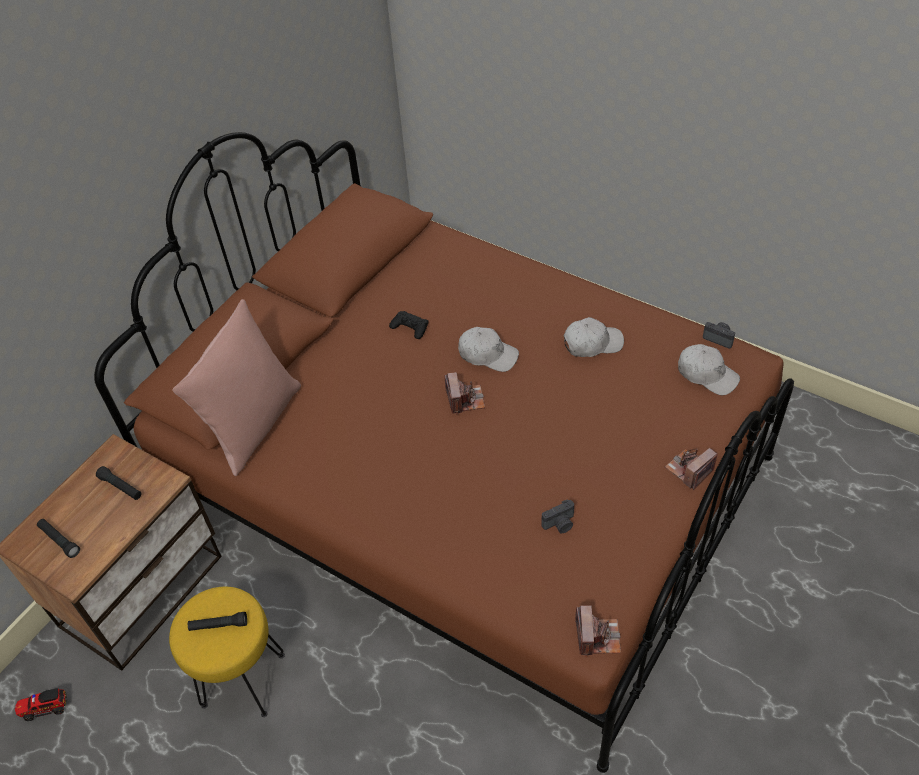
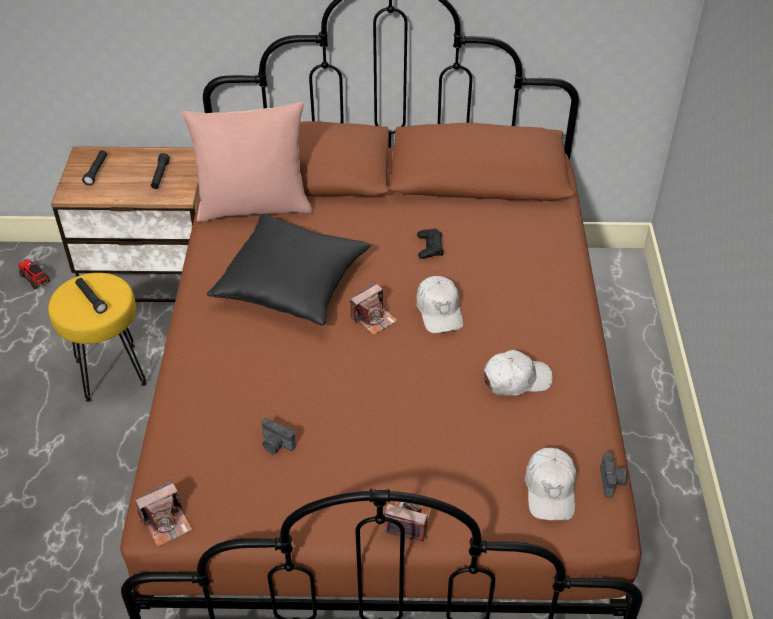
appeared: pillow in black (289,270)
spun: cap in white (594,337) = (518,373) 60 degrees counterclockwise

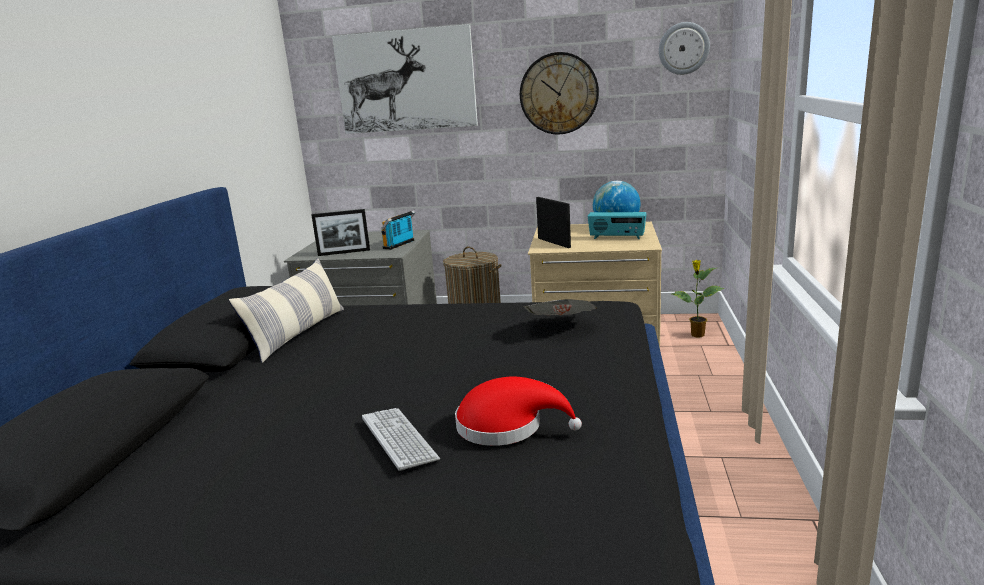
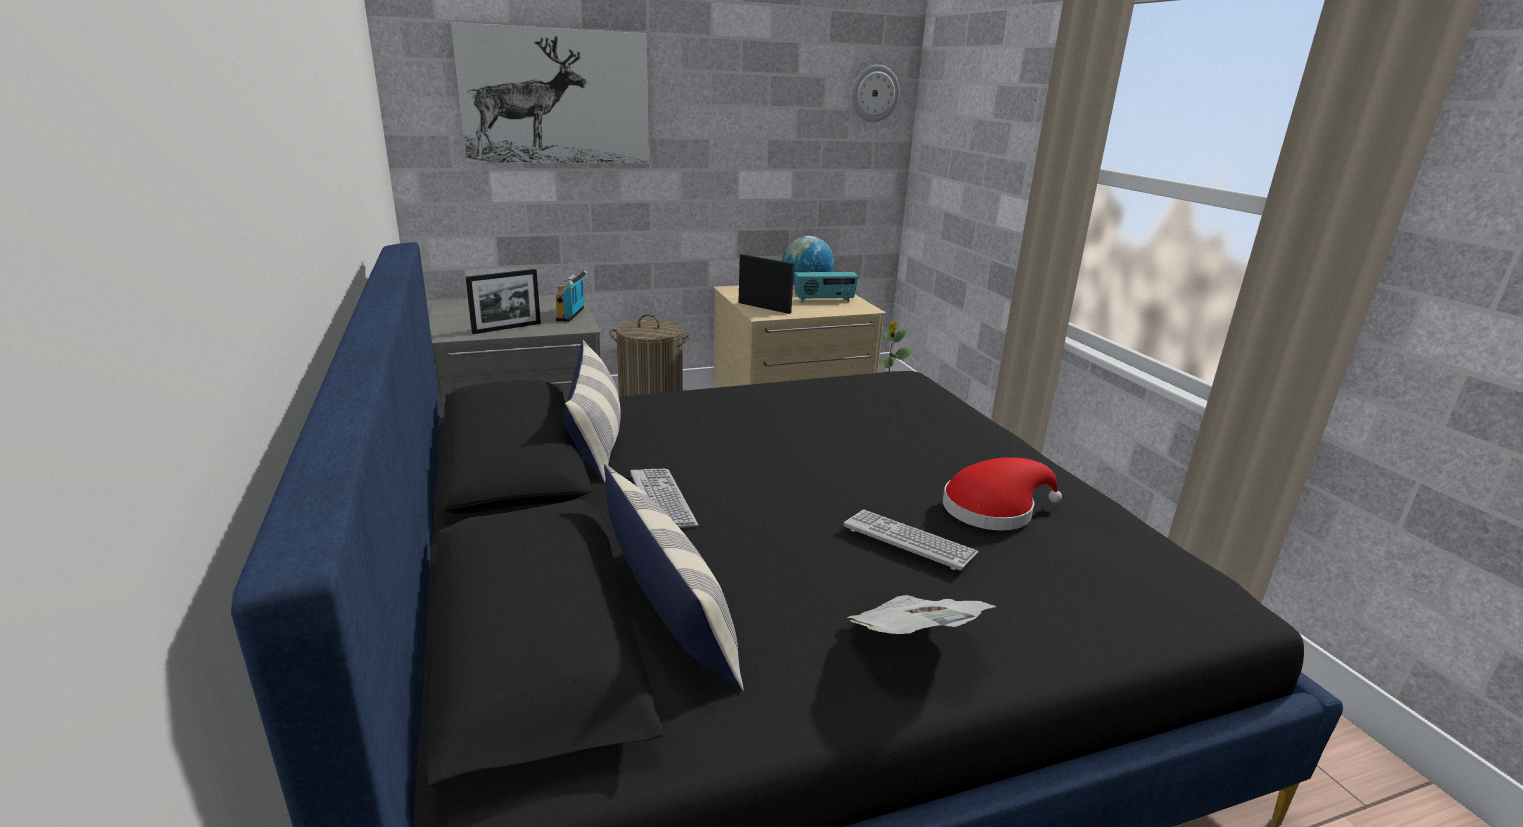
missing: wall clock (559,93)
appeared: pillow (673,578); keyboard (664,498)
relocated: newspaper (560,307) to (921,614)

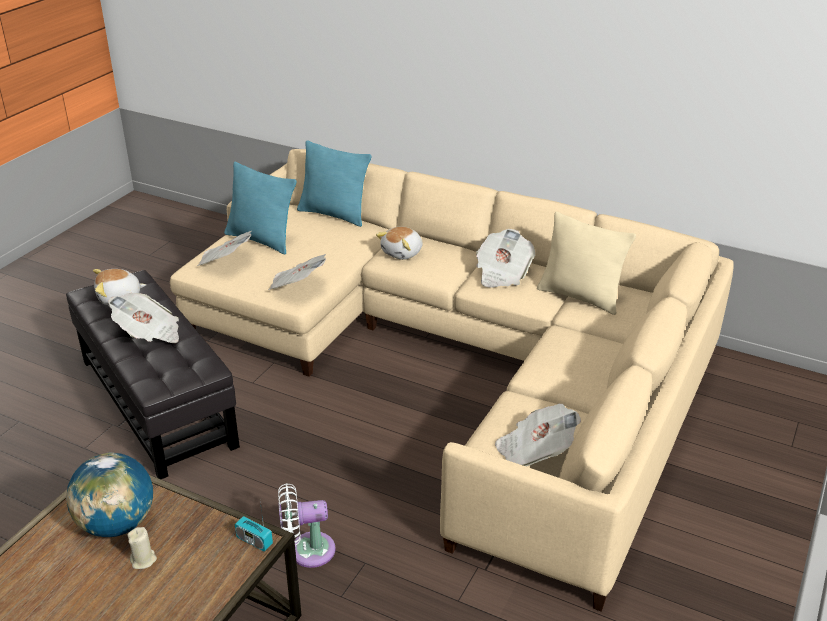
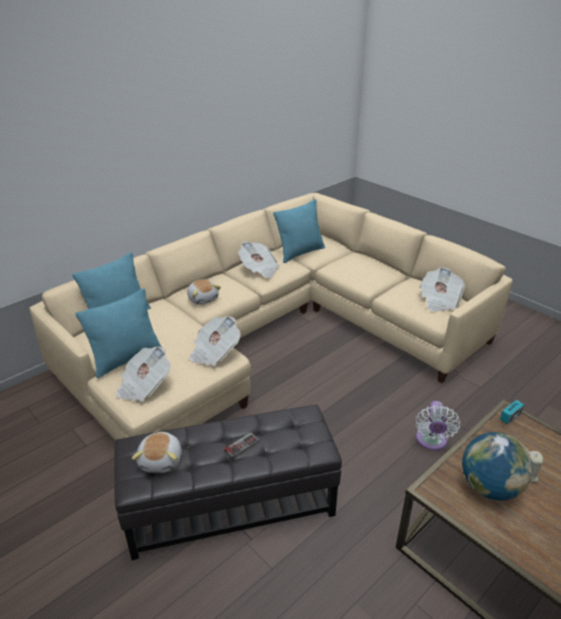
exchanged: newspaper (143,318) to game controller (241,446)
colour: pillow in beige (586,263) to pillow in turquoise (299,231)

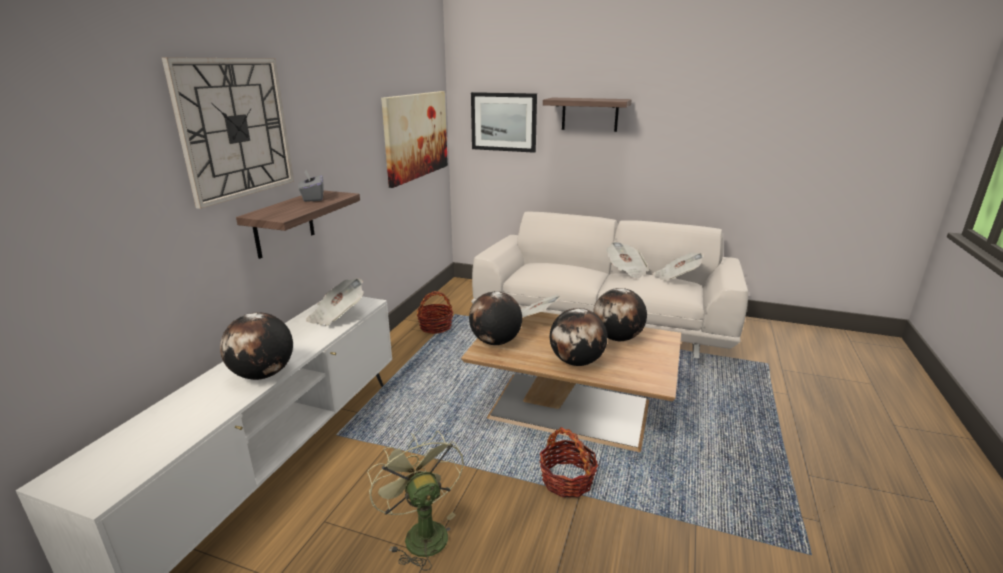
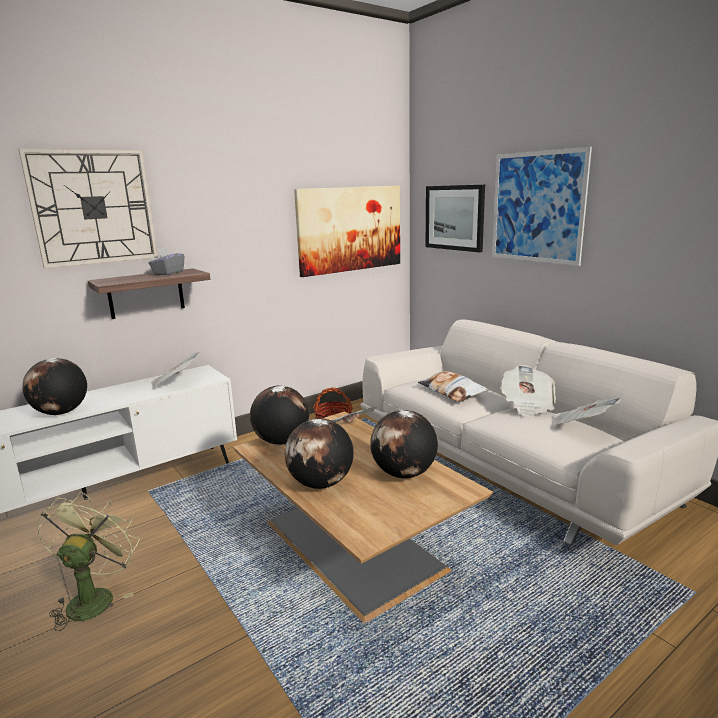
missing: basket (569,462)
appeared: pillow (453,386)
exchanged: shelf (587,115) to picture (542,206)

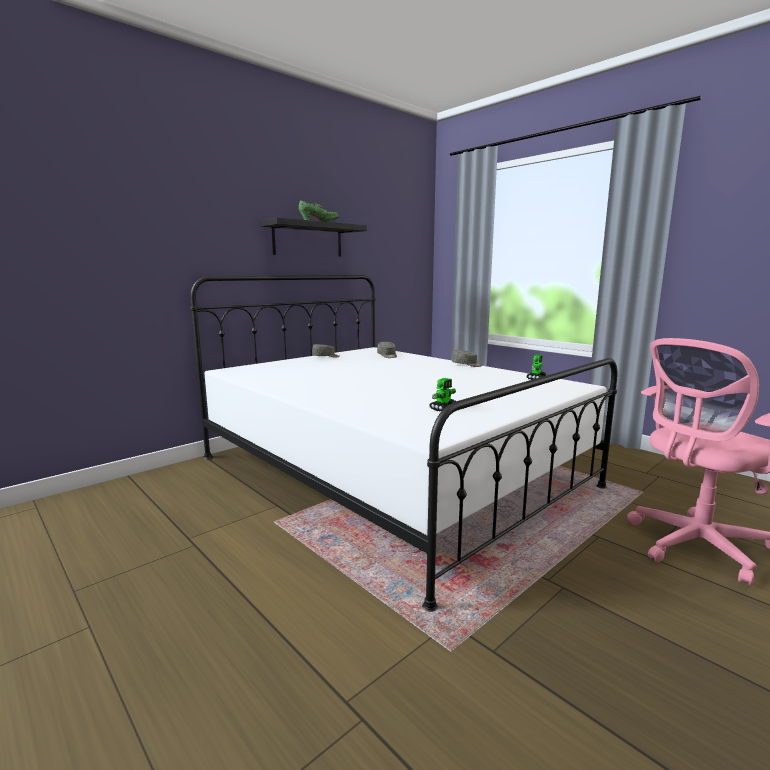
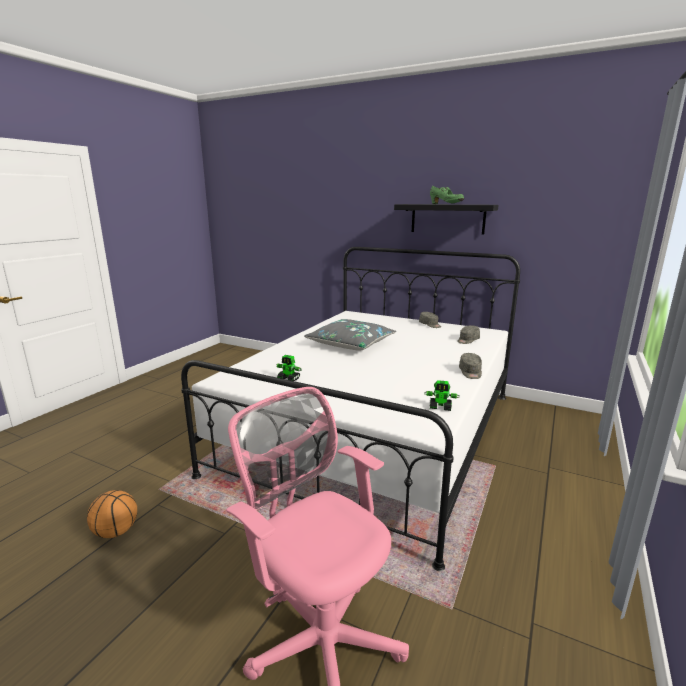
appeared: basketball (112,514); pillow in grey (350,335)

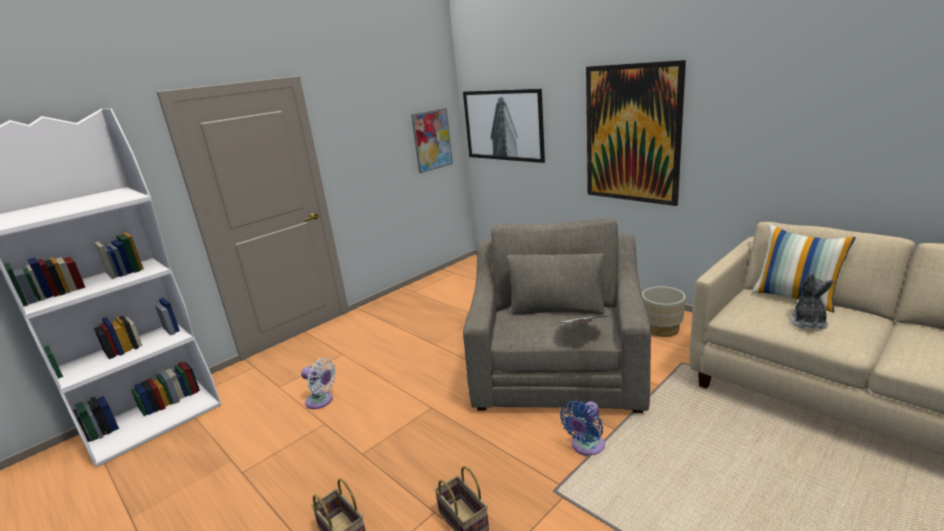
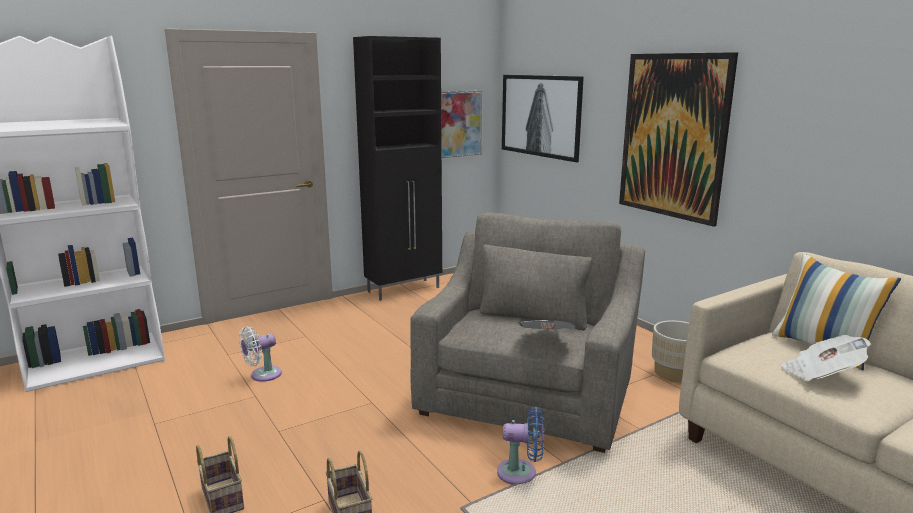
appeared: cabinet in black (397,168)
exchanged: plush toy (811,300) to newspaper (826,358)
spun: fan in white (318,383) = (260,354) 105 degrees clockwise; fan in blue (582,428) = (520,446) 135 degrees counterclockwise

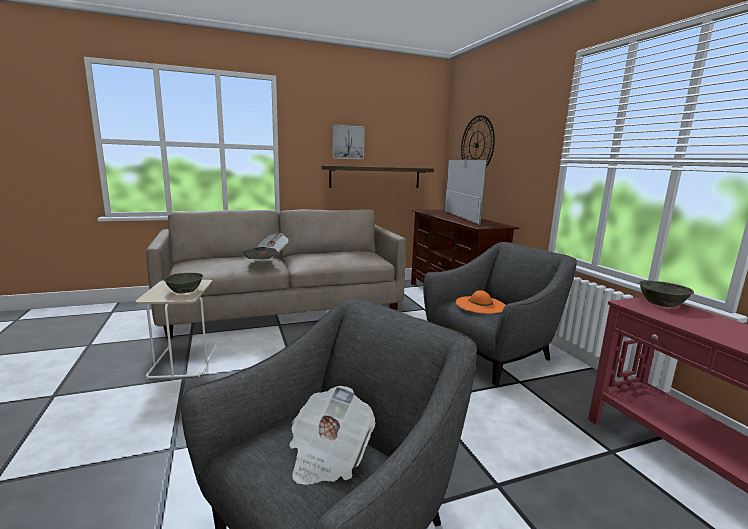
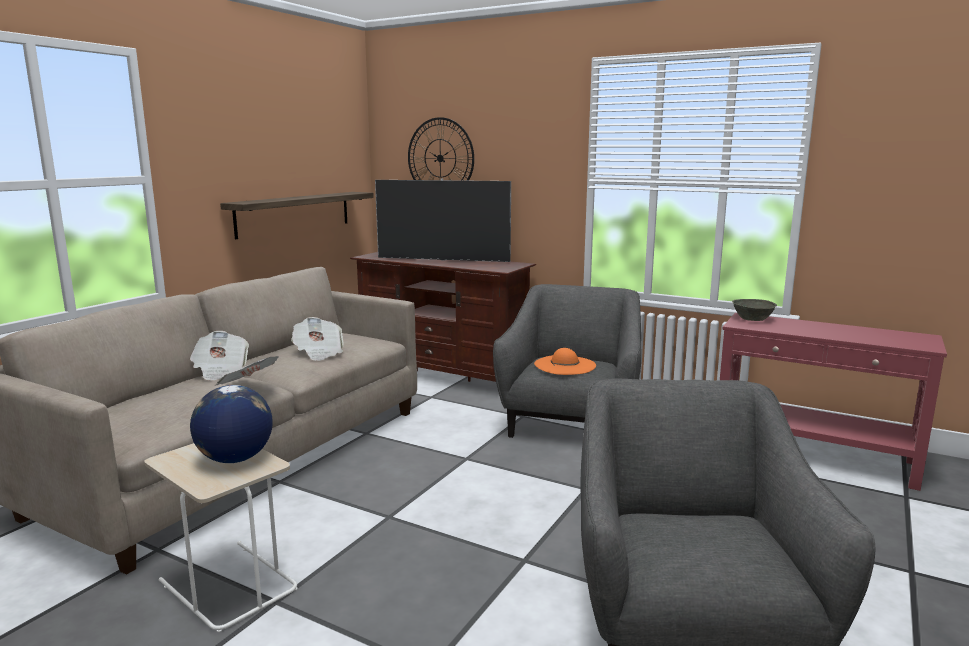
missing: picture (349,142)
relocated: newspaper (332,435) to (317,339)
exchanged: bowl in grey (183,283) to globe (231,424)
spun: television (465,191) = (443,220) 150 degrees clockwise

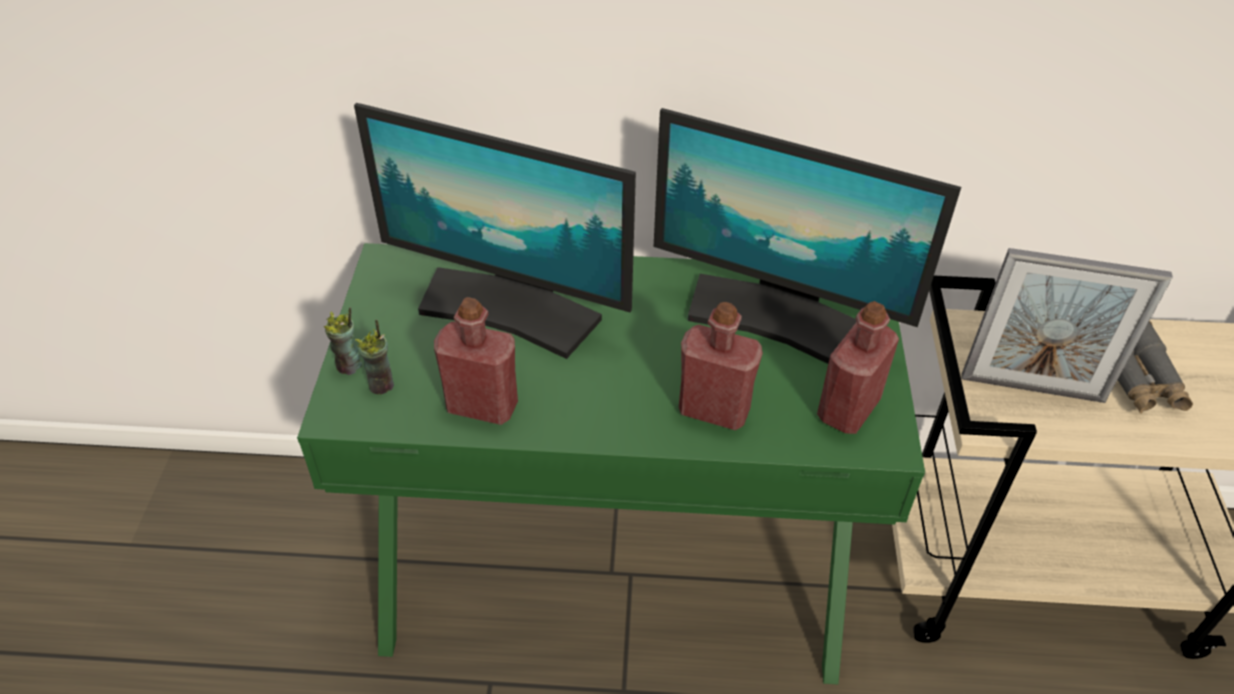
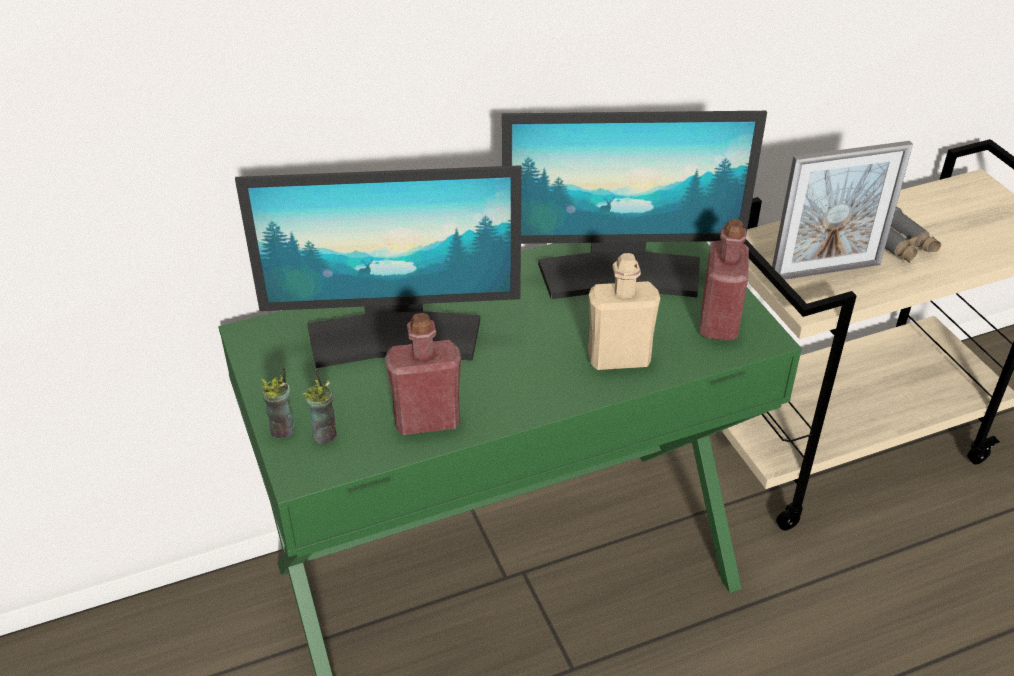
colour: bottle in red (721,366) to bottle in beige (624,311)

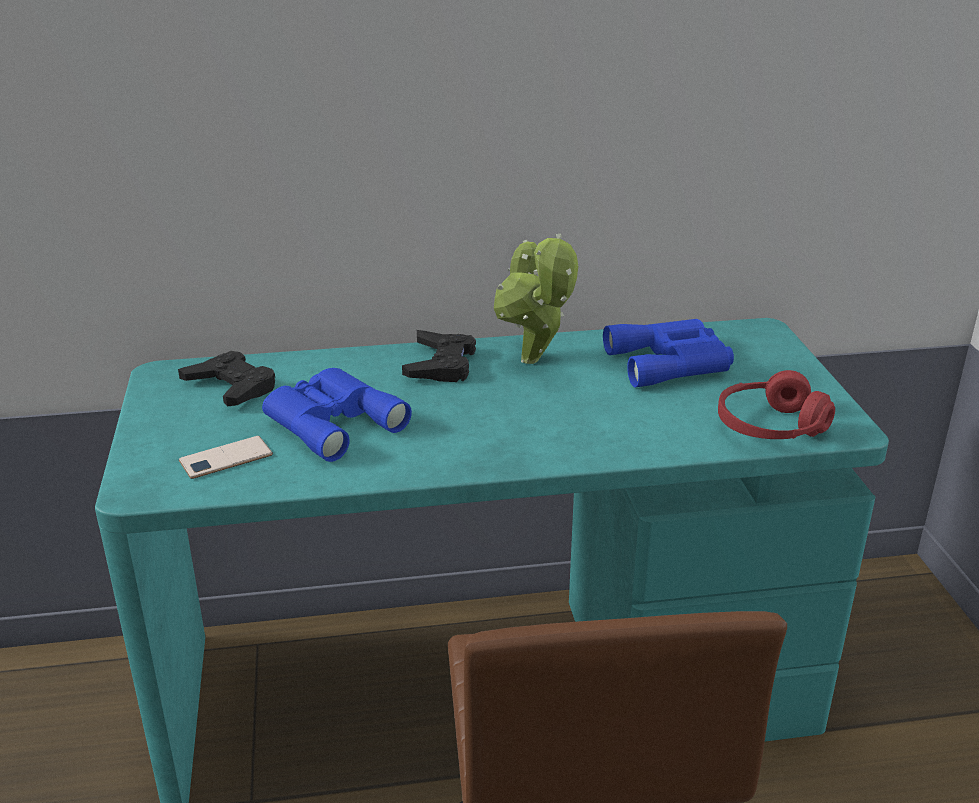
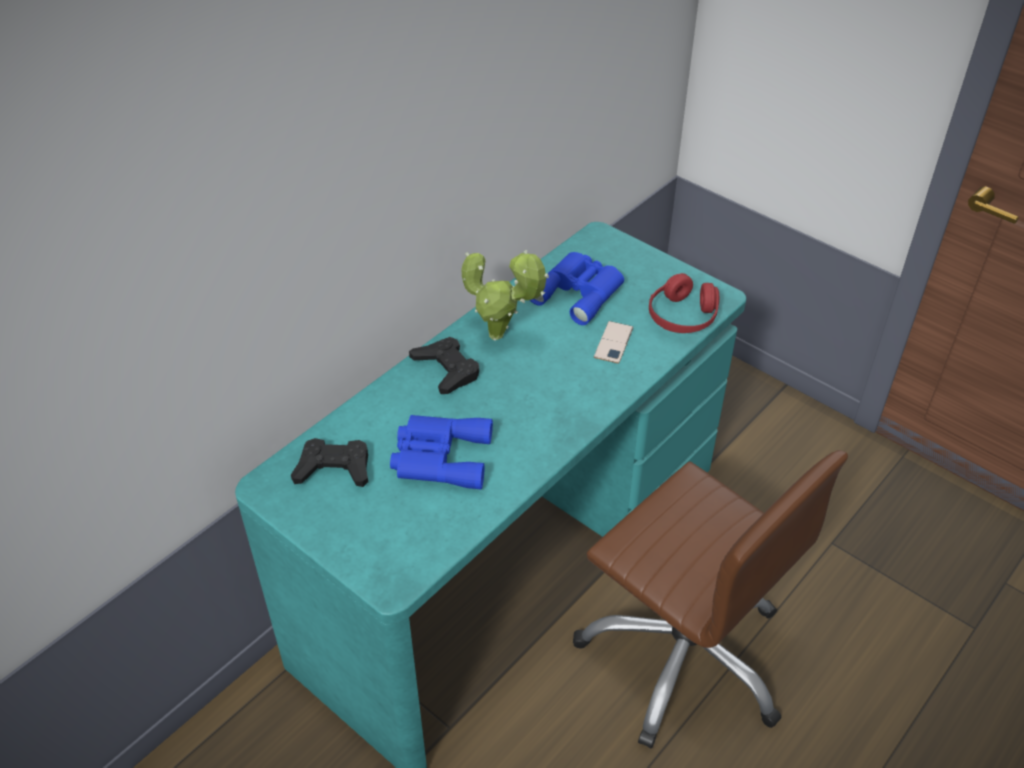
relocated: phone (226,457) to (613,342)

